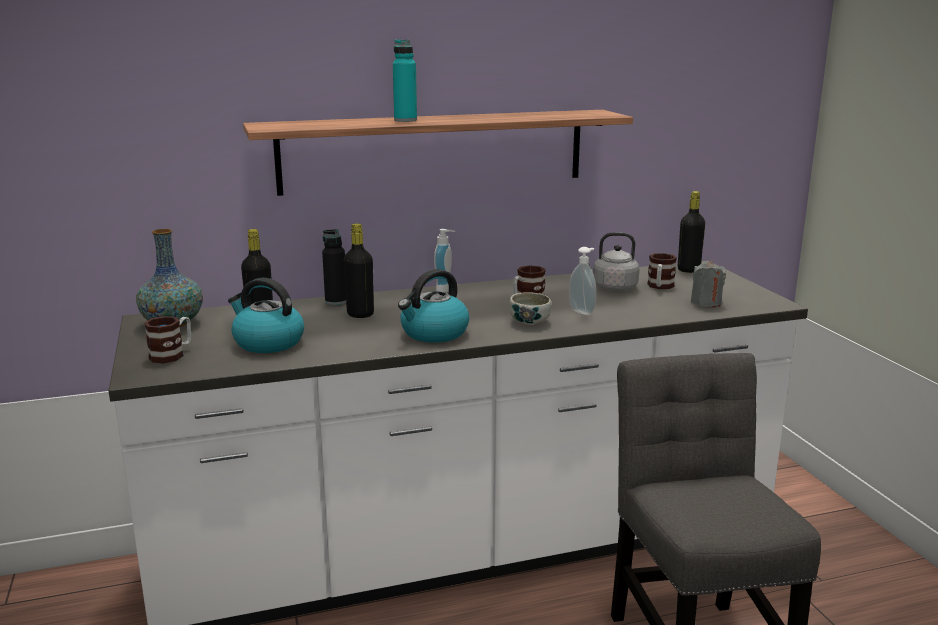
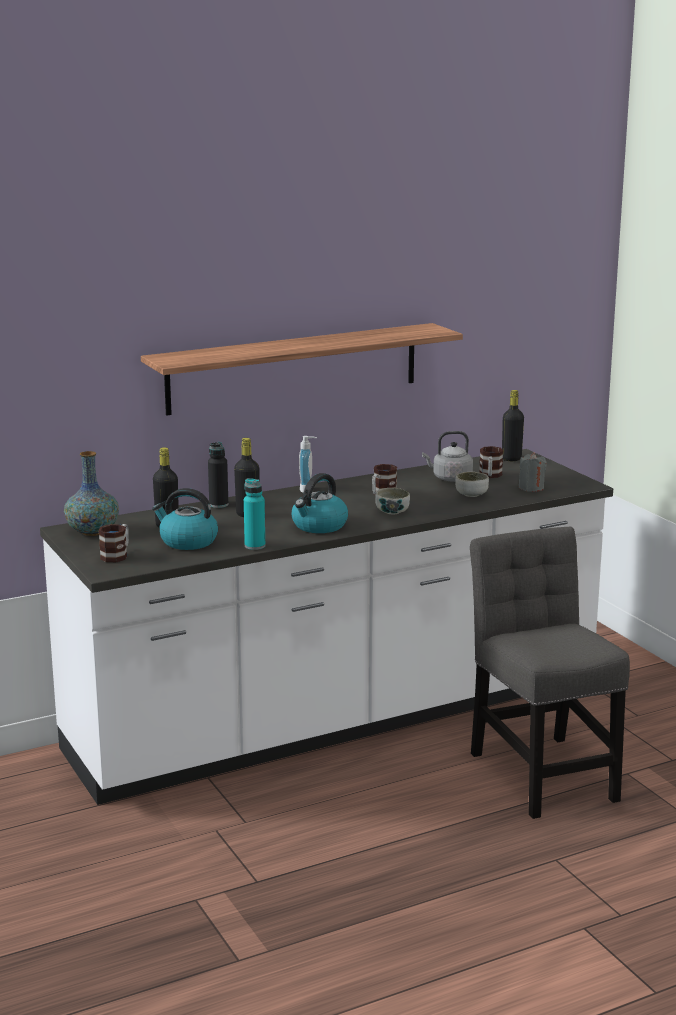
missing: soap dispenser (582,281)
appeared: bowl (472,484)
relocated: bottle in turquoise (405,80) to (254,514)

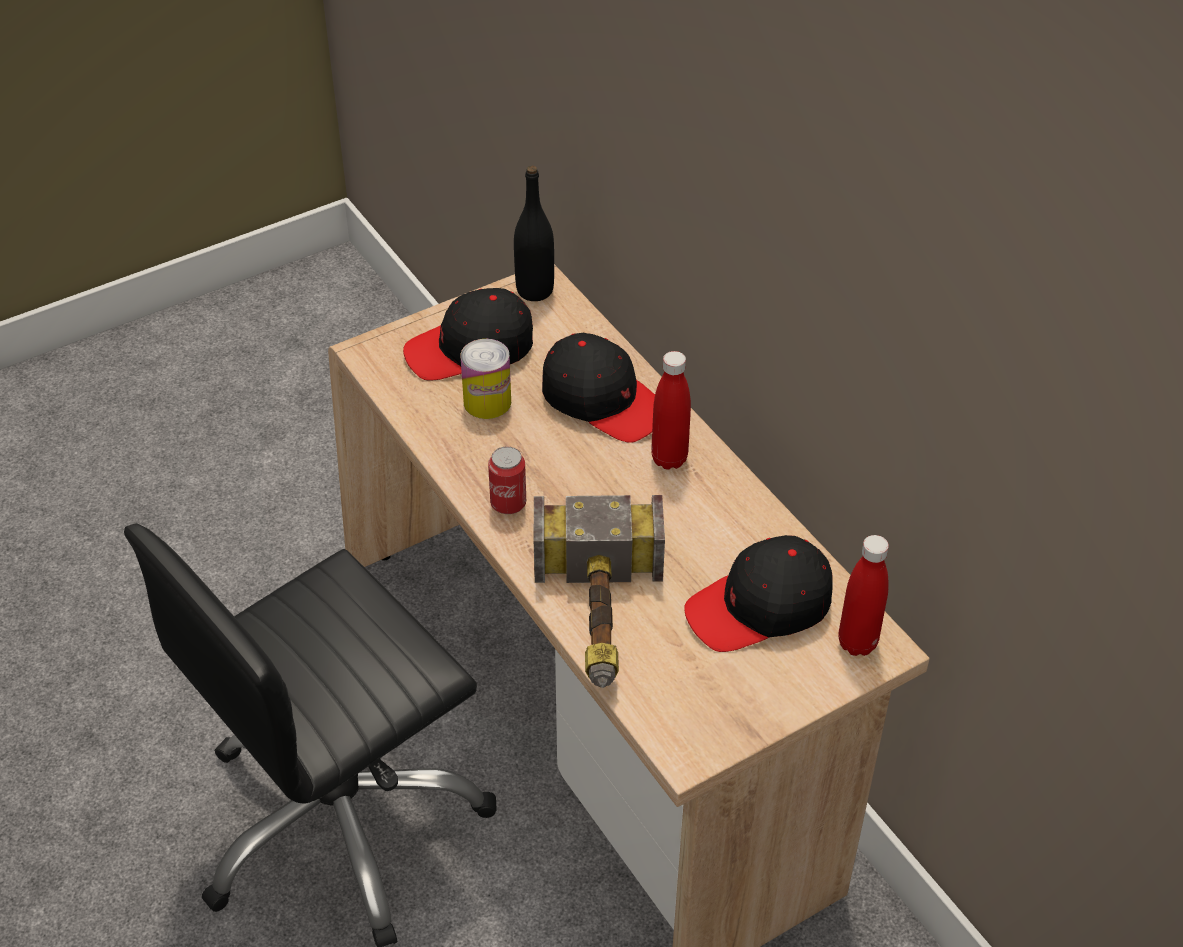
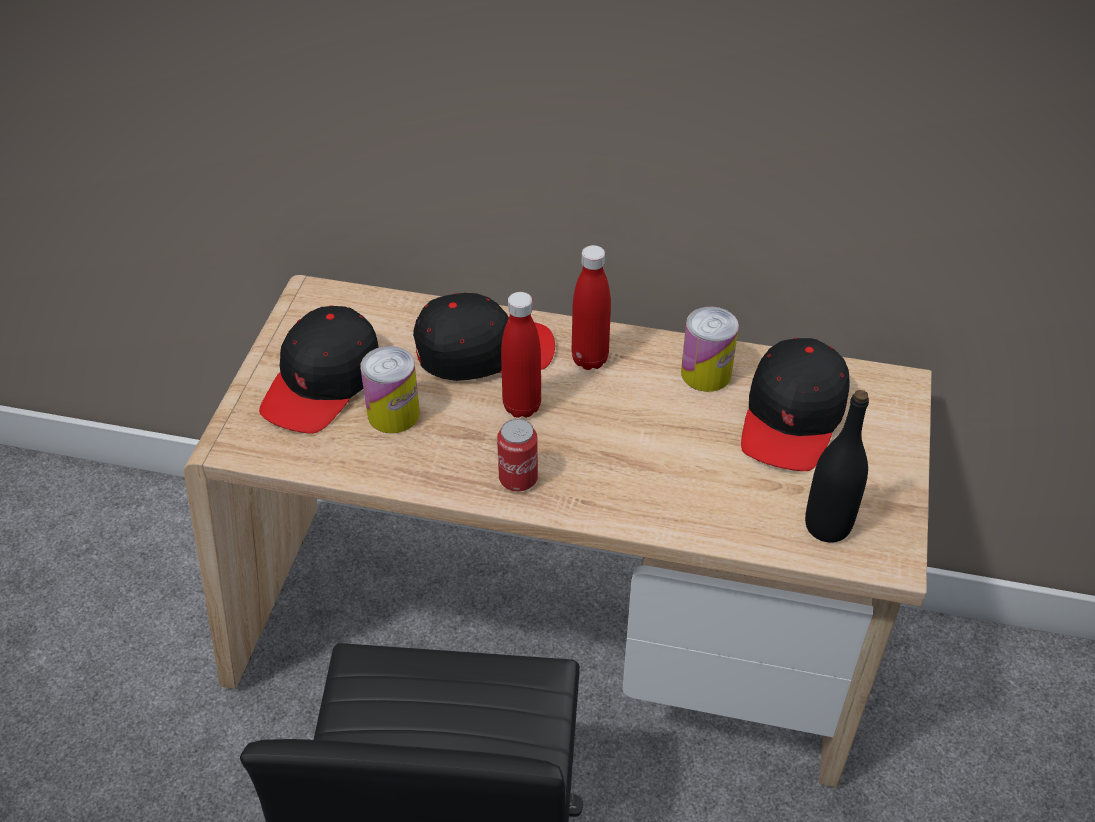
missing: hammer (599,591)
appeared: can (710,349)
relocated: bottle in black (534,233) to (837,466); bottle in red (863,595) to (521,355)

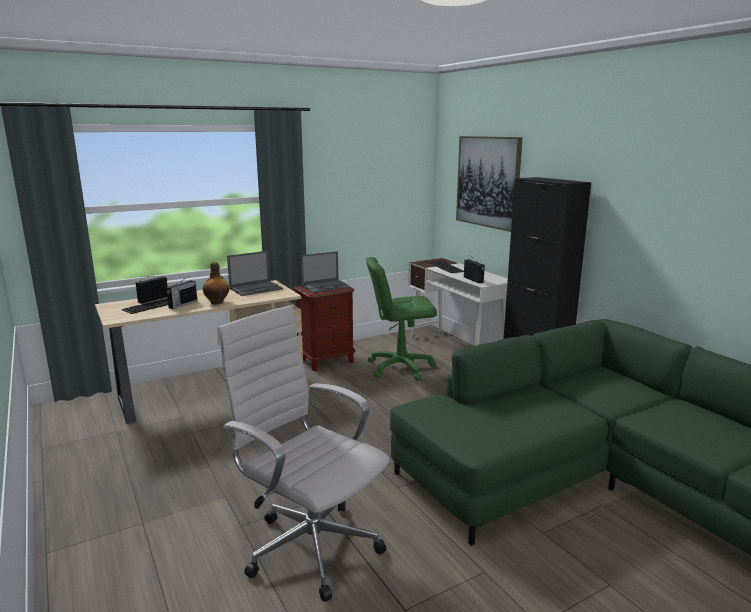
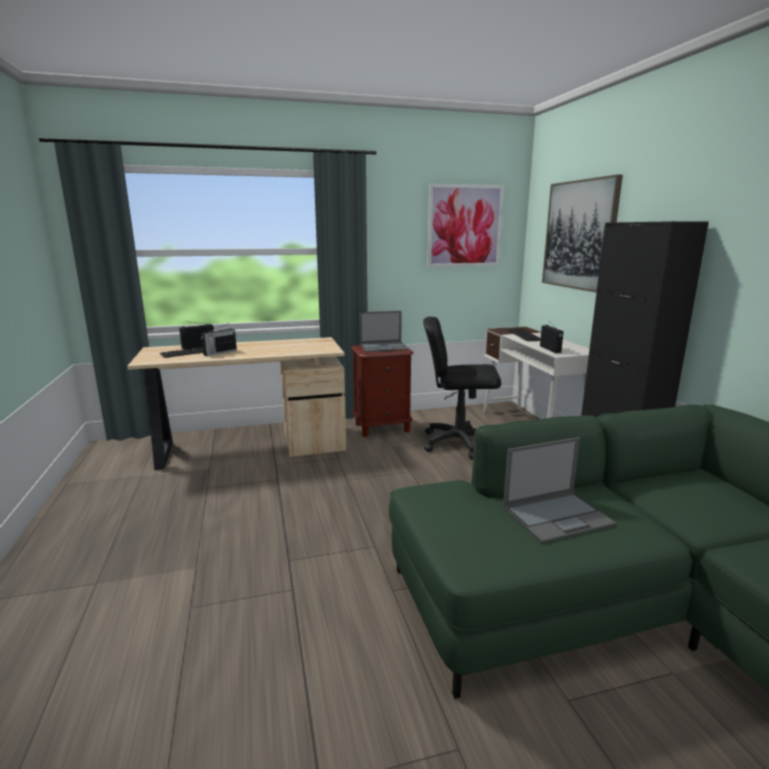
missing: bottle (216,283); office chair in white (303,453)
appeared: picture (465,226)
relocated: laptop (255,273) to (559,490)
colour: office chair in green (401,319) to office chair in black (462,388)

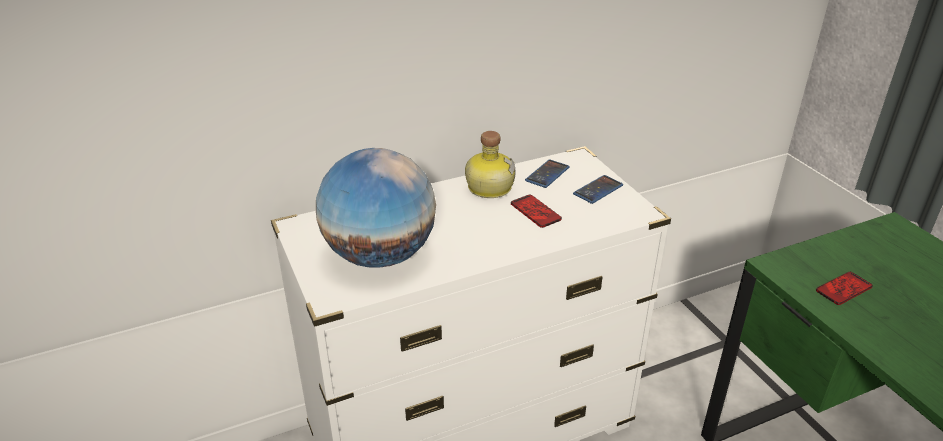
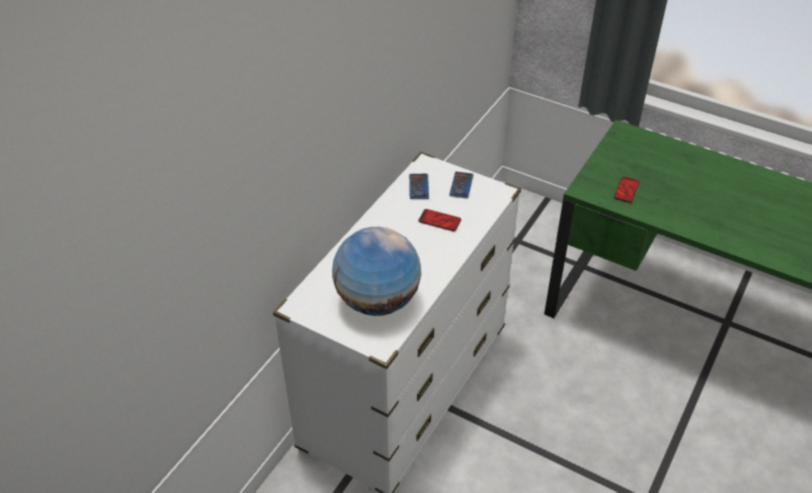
missing: bottle (490,164)

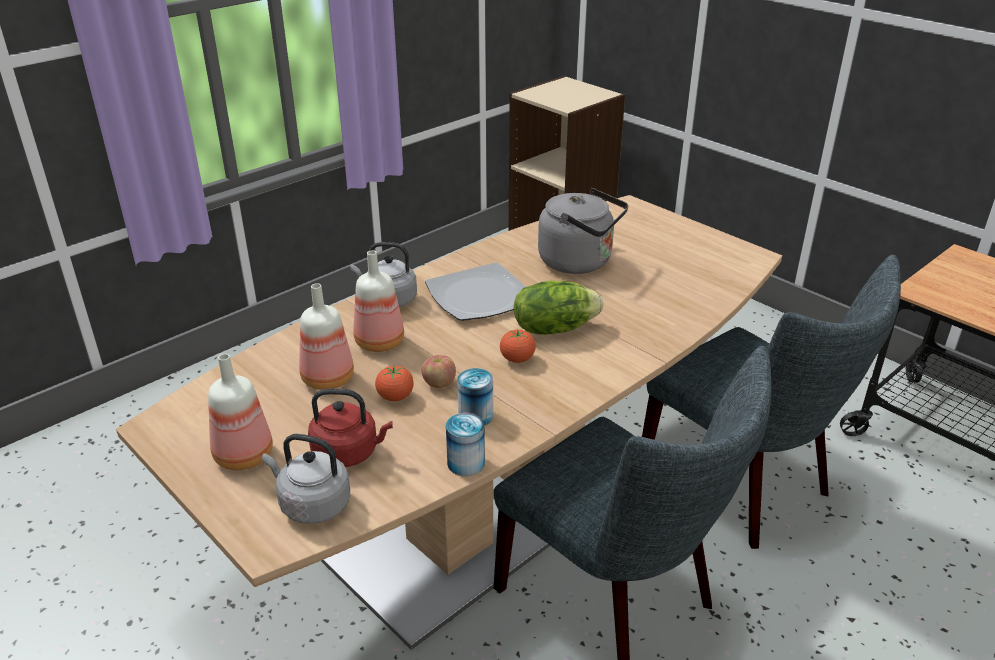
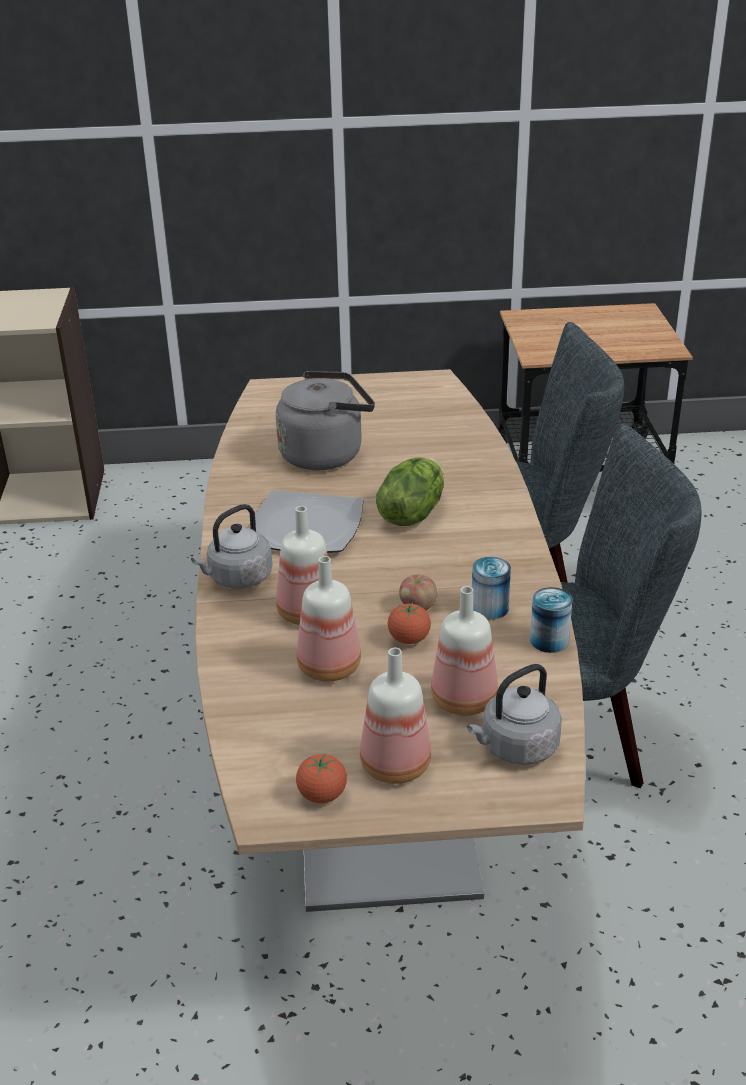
relocated: tomato (518,346) to (321,778)
exchanged: kettle in red (350,428) to bottle (464,651)

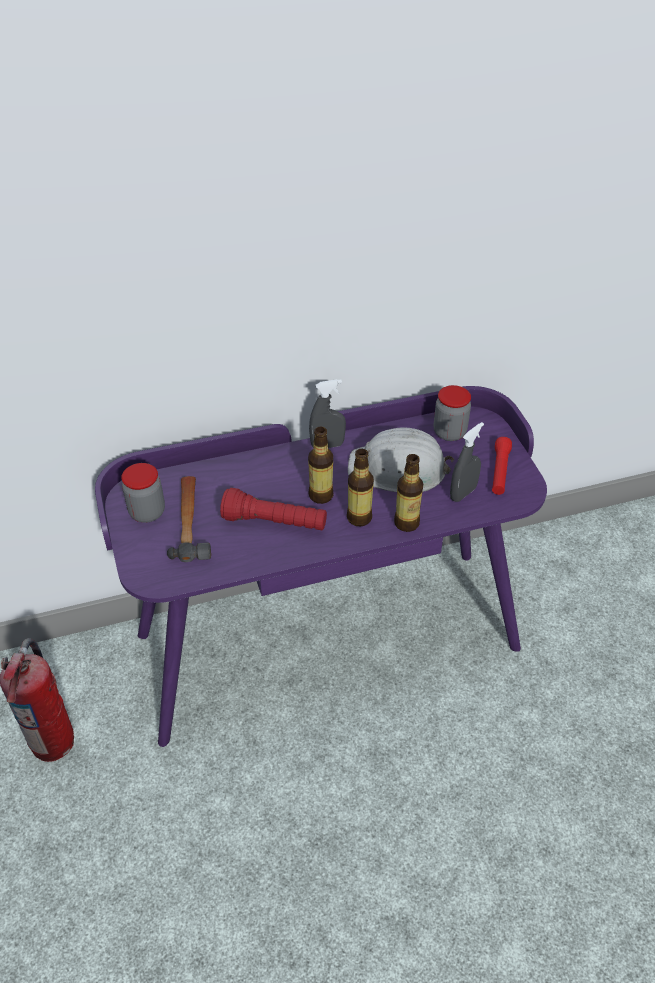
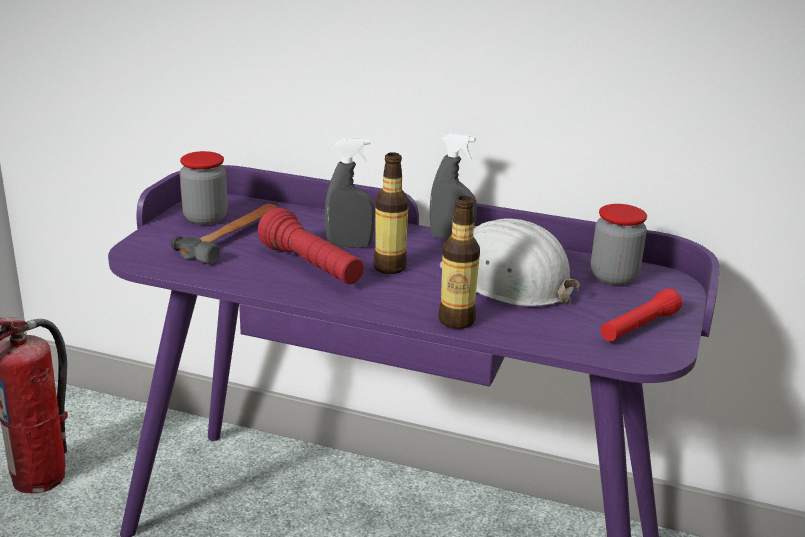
missing: bottle (360,487)
relocated: spray bottle in grey (467,462) to (350,193)

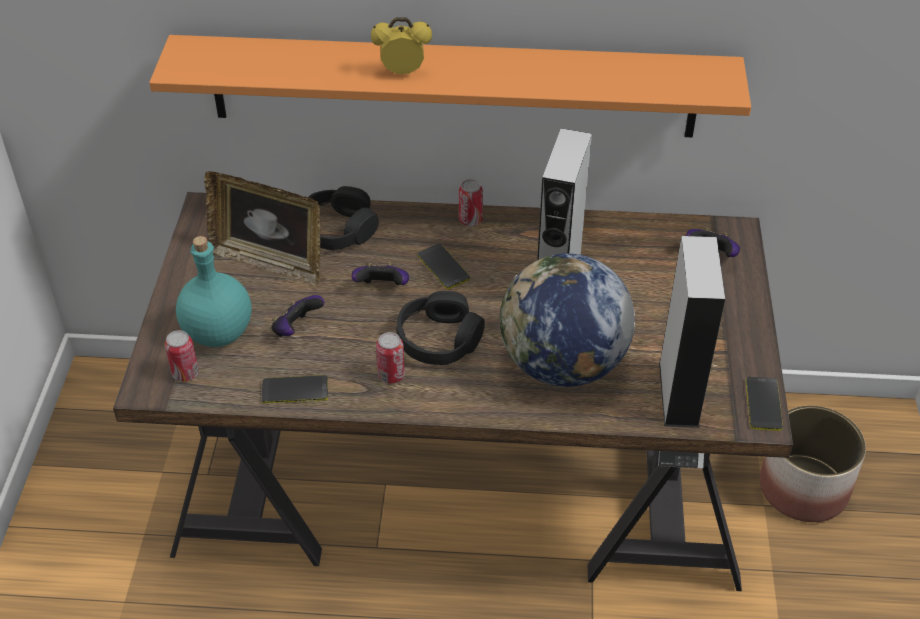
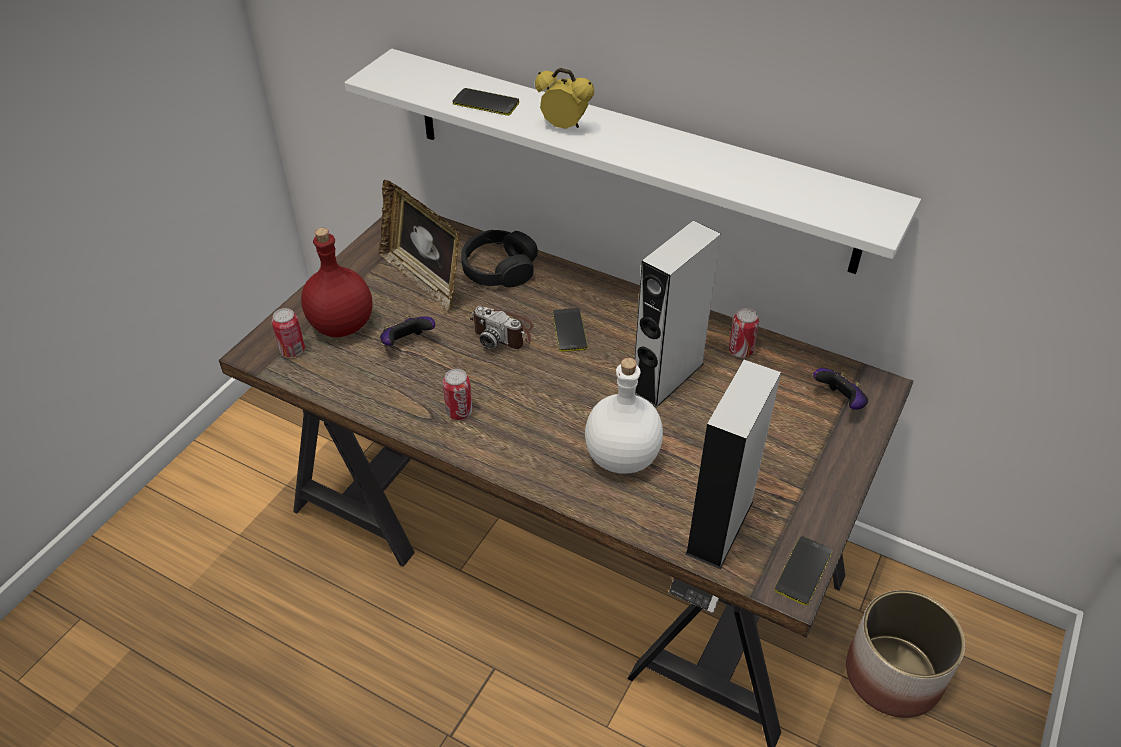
missing: headphones in black (440,328)
relocated: phone (295,389) to (486,102); can (471,202) to (744,332)
exchanged: game controller (380,273) to photo camera (501,327); globe (567,320) to bottle in white (624,416)
colour: shelf in orange (450,86) to shelf in white (632,161); bottle in turquoise (214,291) to bottle in red (337,282)

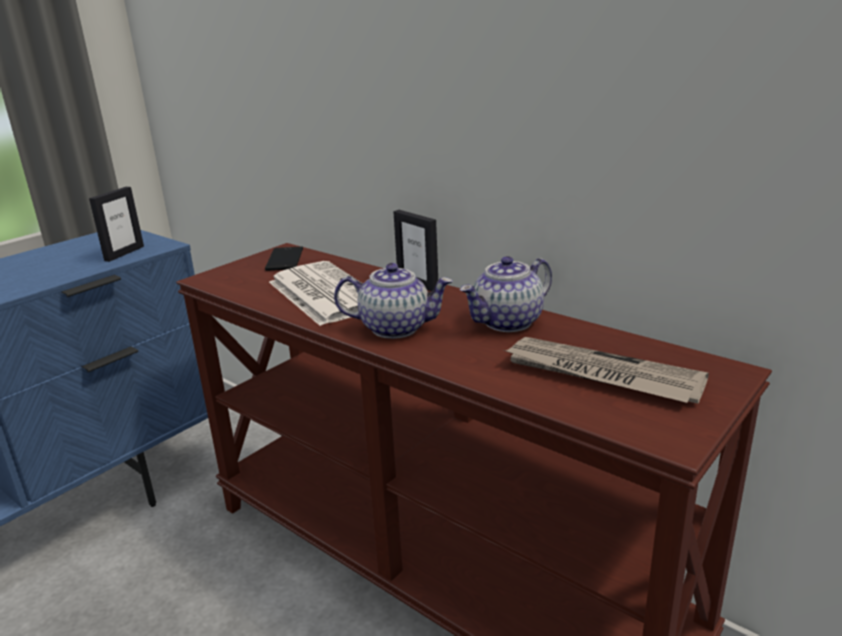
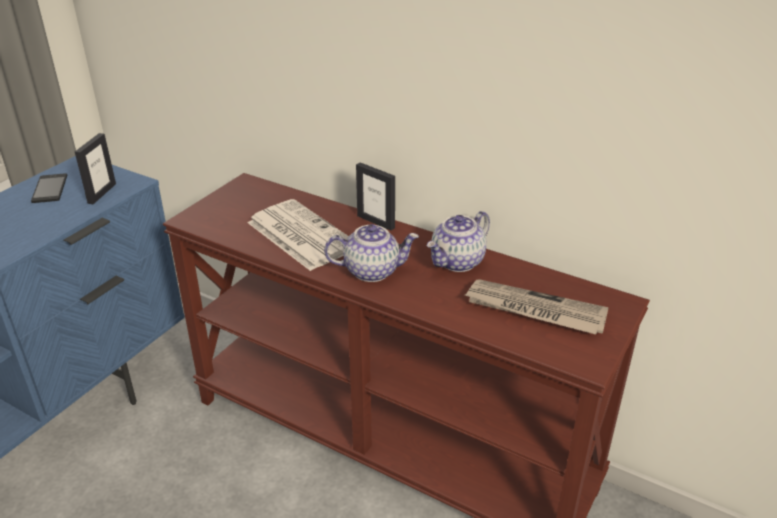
relocated: phone (284,259) to (49,188)

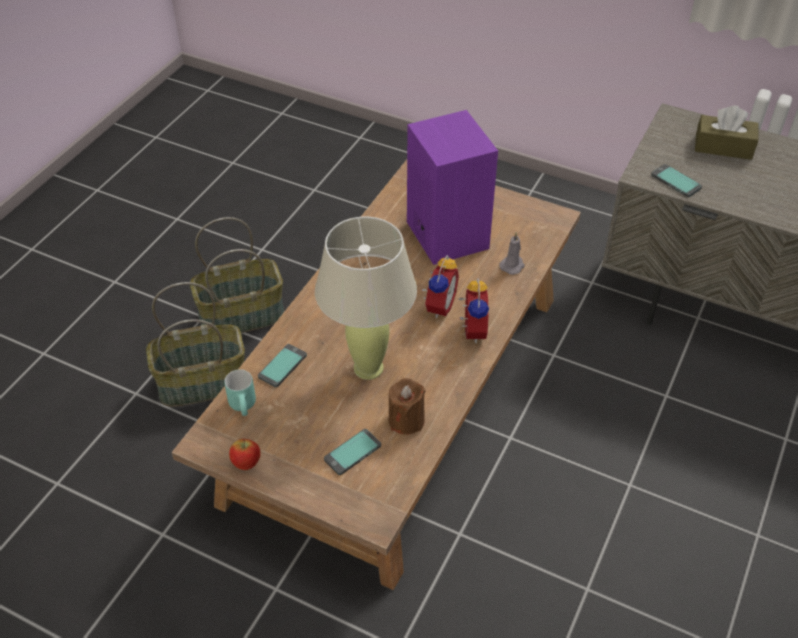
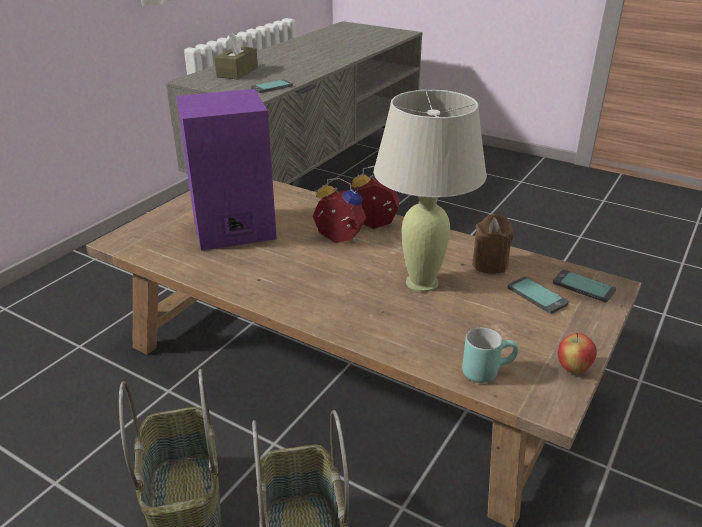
missing: candle in grey (512,253)
relocated: phone (282,365) to (584,286)

